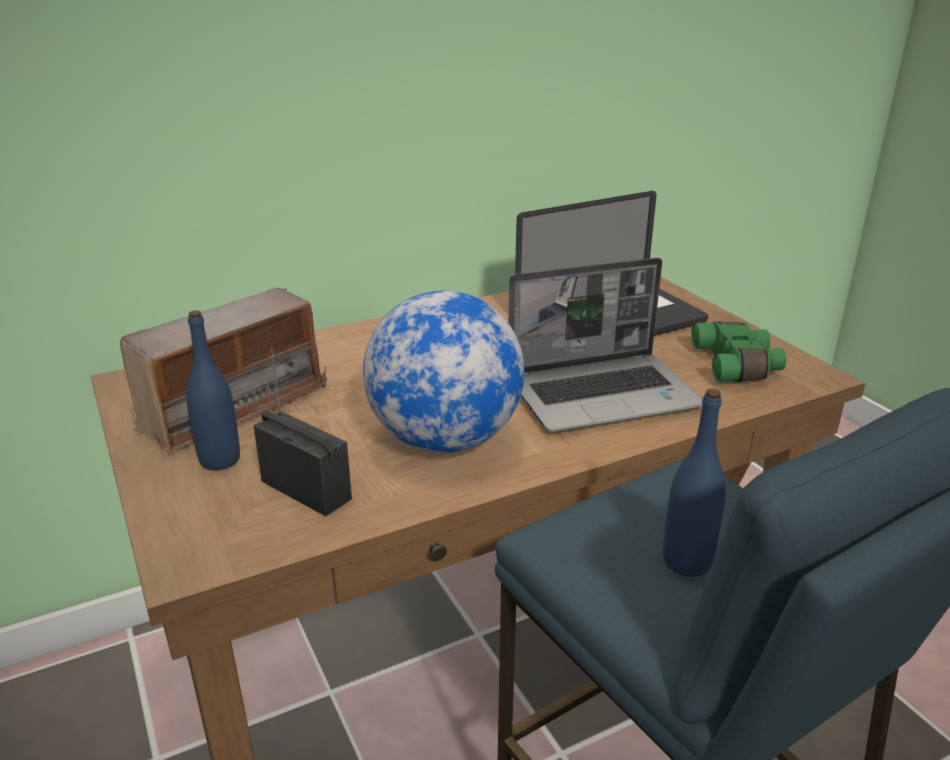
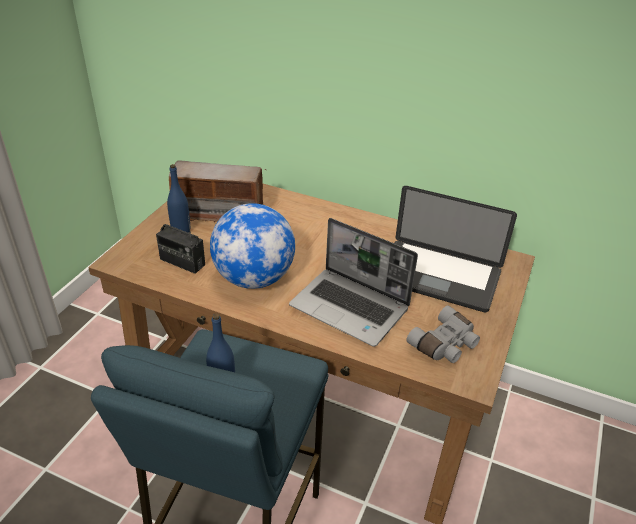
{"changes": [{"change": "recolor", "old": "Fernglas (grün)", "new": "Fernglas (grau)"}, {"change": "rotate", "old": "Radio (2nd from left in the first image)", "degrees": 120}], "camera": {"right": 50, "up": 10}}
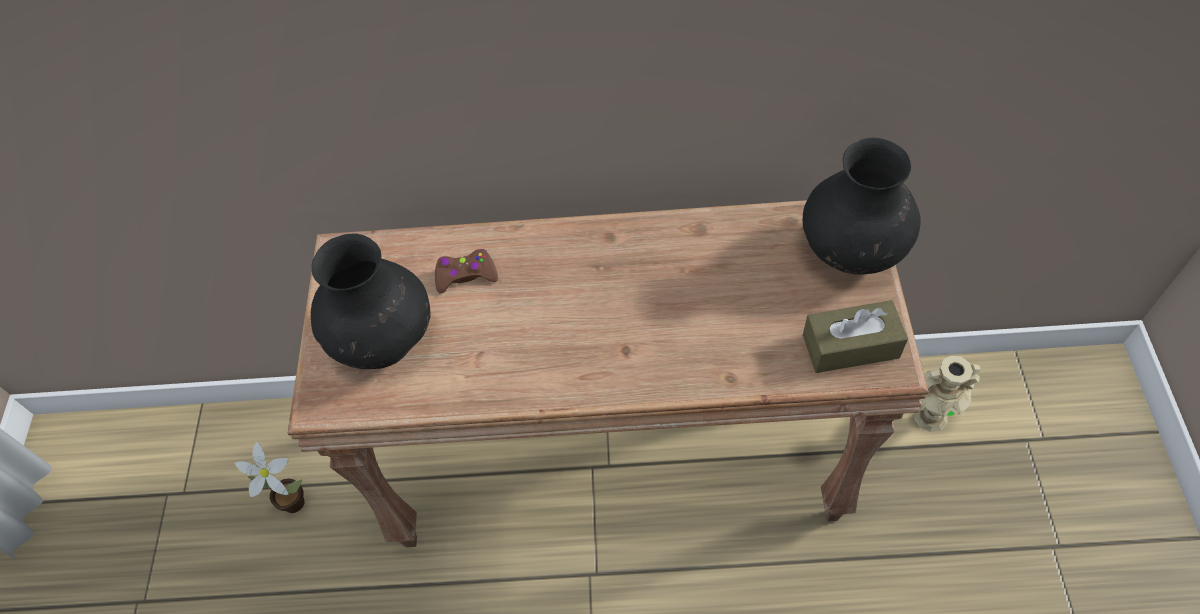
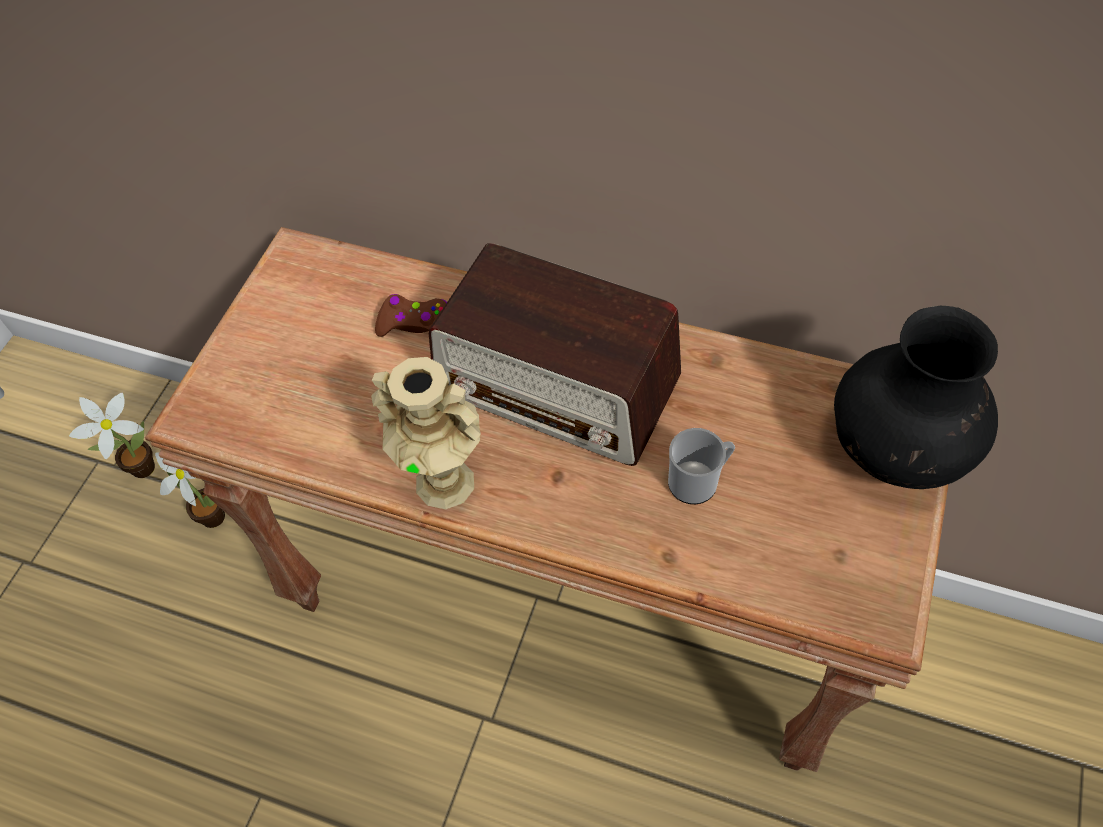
{"changes": [{"change": "delete", "old": "Vase (schwarz) (1st from left)"}, {"change": "delete", "old": "Taschentuchbox (braun)"}, {"change": "insert", "new": "Topfpflanze (1st from left)"}, {"change": "insert", "new": "Radio"}, {"change": "insert", "new": "Henkelbecher"}, {"change": "move", "old": "Vase (beige)"}], "camera": {"right": 20, "up": 0}}
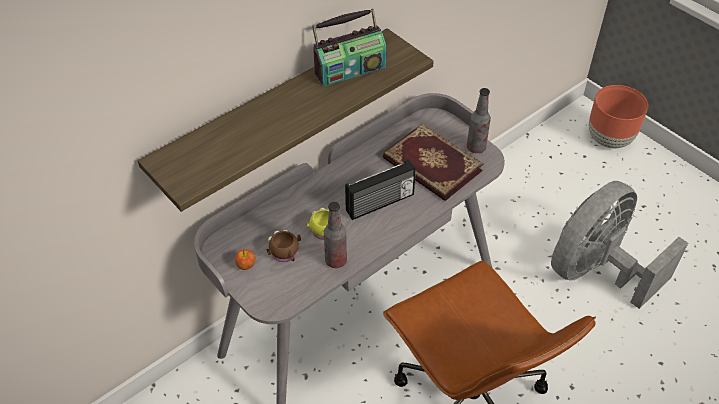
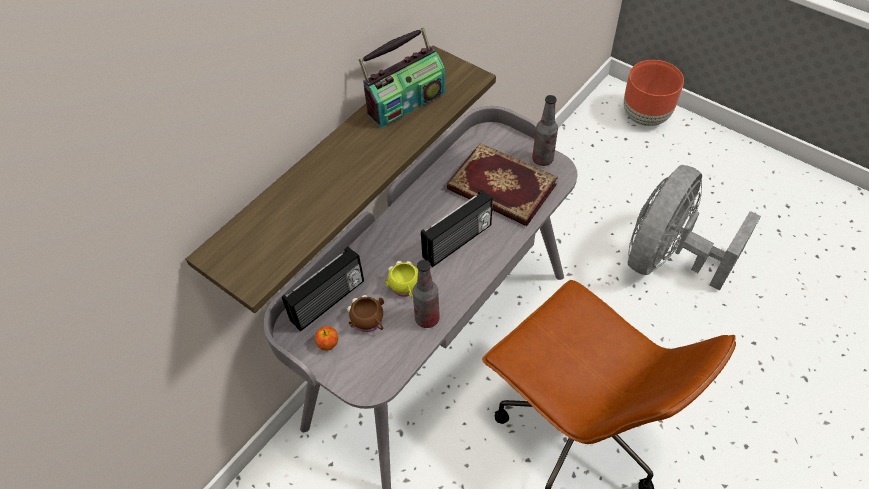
{"changes": [{"change": "insert", "new": "Radio (1st from left)"}], "camera": {"right": -10, "up": 5}}
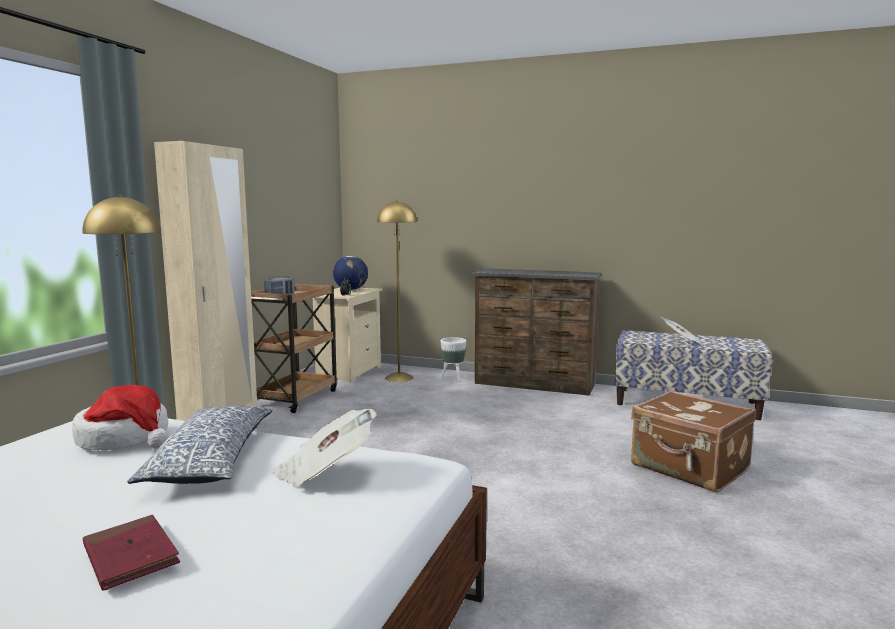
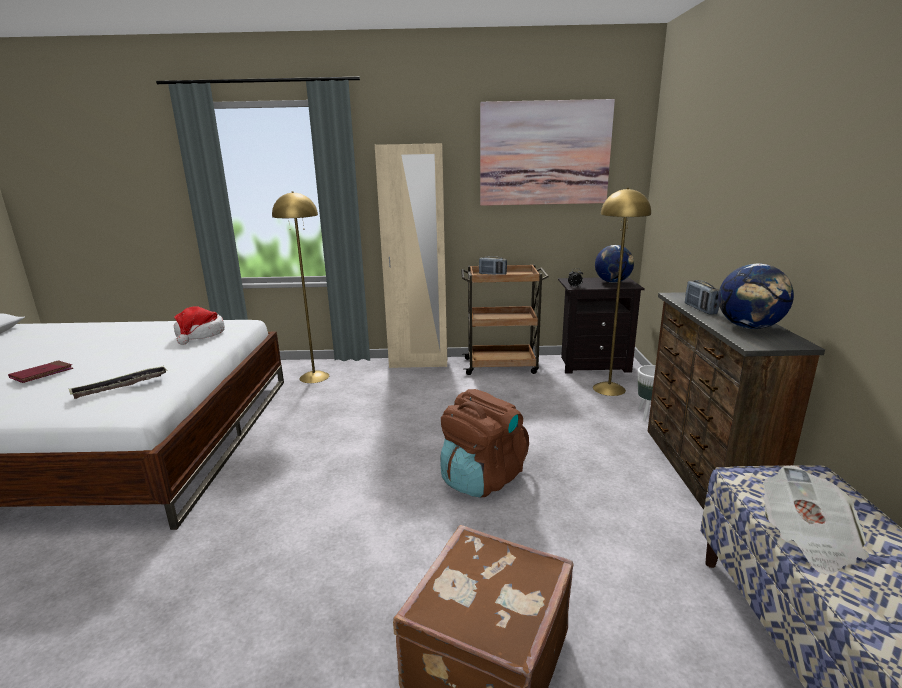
{"changes": [{"change": "delete", "old": "Kissen"}, {"change": "insert", "new": "Rucksack (braun)"}, {"change": "insert", "new": "Bild"}, {"change": "insert", "new": "Radio (2nd from left)"}, {"change": "insert", "new": "Globus (2nd from left)"}, {"change": "replace", "old": "Zeitung (1st from left)", "new": "Tablett"}, {"change": "recolor", "old": "Nachttisch (beige)", "new": "Nachttisch (schwarz)"}], "camera": {"right": 70, "up": 10}}
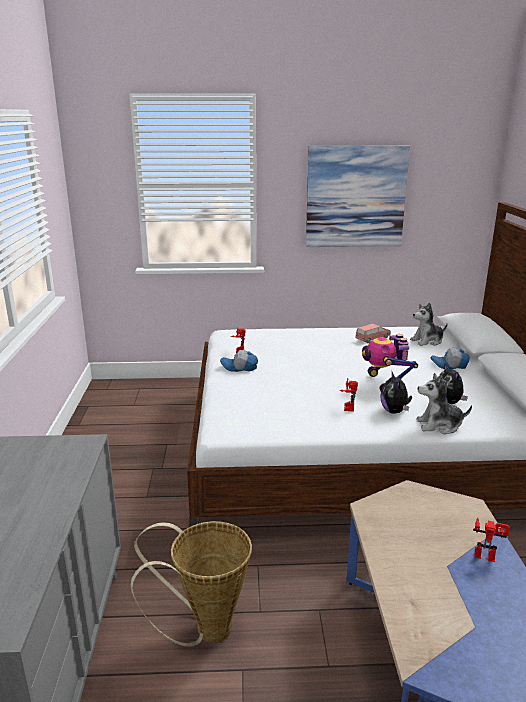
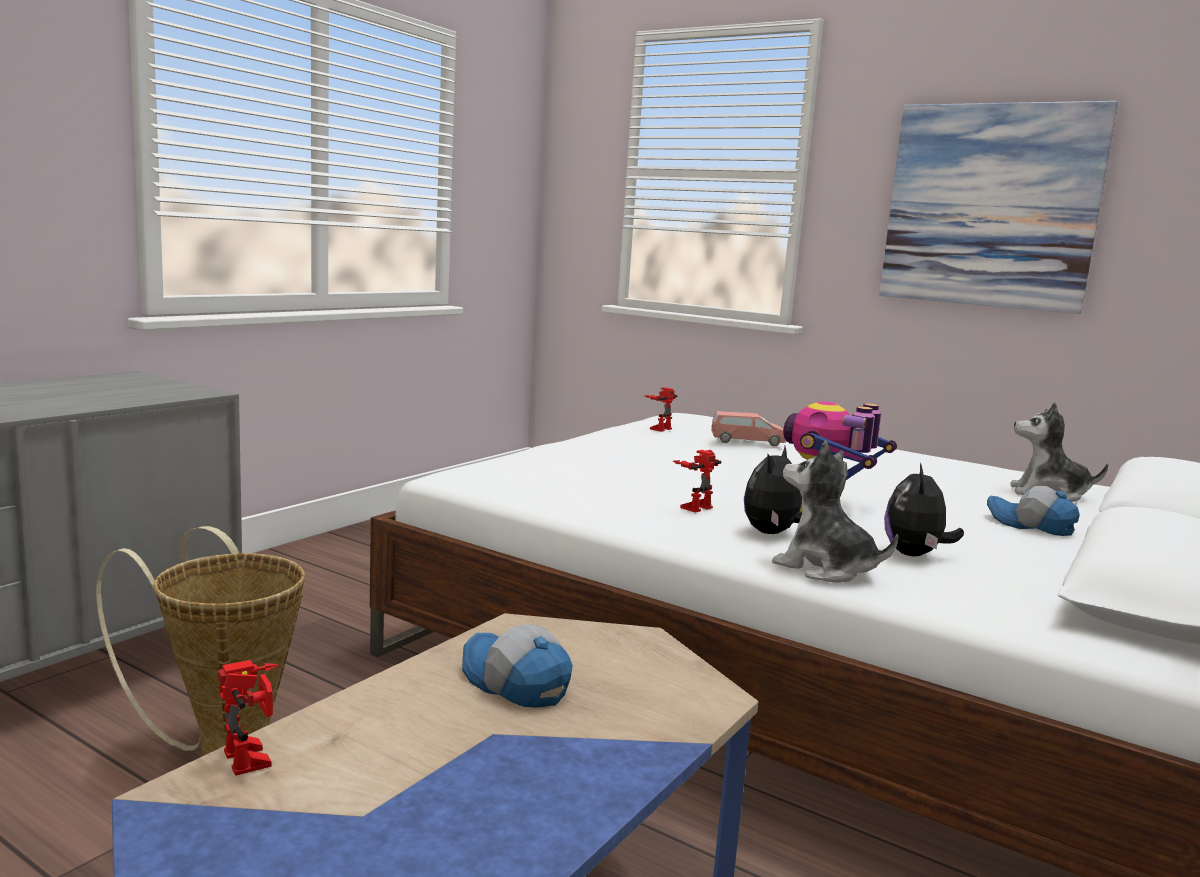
{"changes": [{"change": "move", "old": "Kappe (1st from left)"}, {"change": "move", "old": "Spielzeugauto (rosa)"}, {"change": "move", "old": "Spielzeugroboter (4th from left in the first image)", "new": "Spielzeugroboter (1st from left)"}], "camera": {"right": 35, "up": -10}}
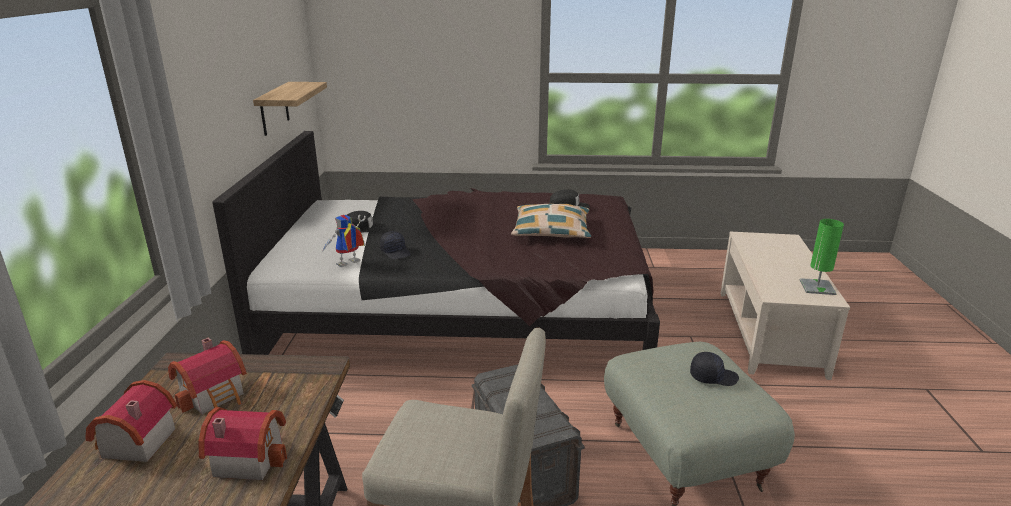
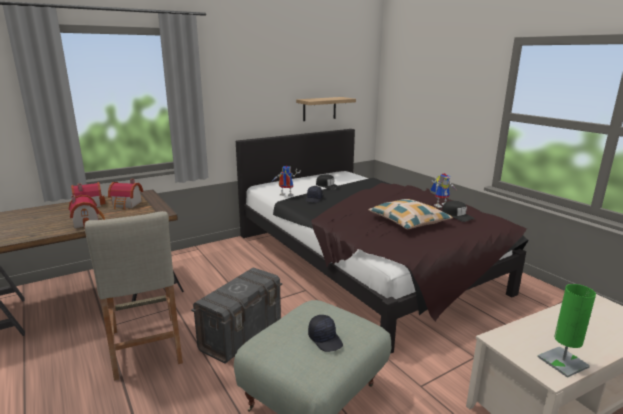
{"changes": [{"change": "insert", "new": "Spielzeugroboter (2nd from left)"}], "camera": {"right": 55, "up": -5}}
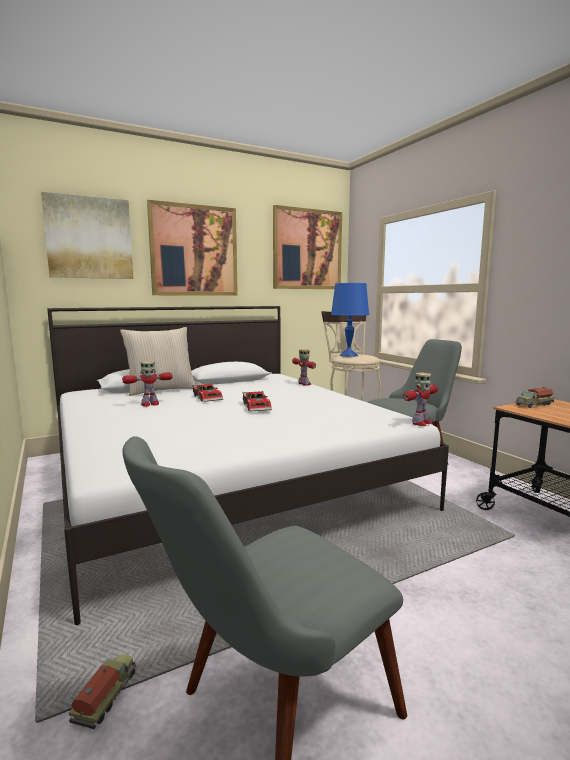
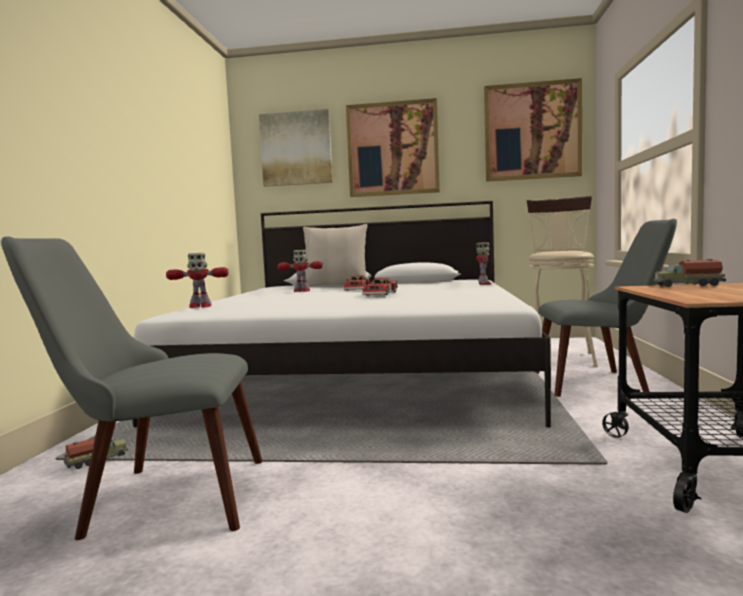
{"changes": [{"change": "delete", "old": "Tischlampe (blau)"}, {"change": "move", "old": "Spielzeugroboter (3rd from left in the first image)", "new": "Spielzeugroboter (1st from left)"}], "camera": {"right": 35, "up": -5}}
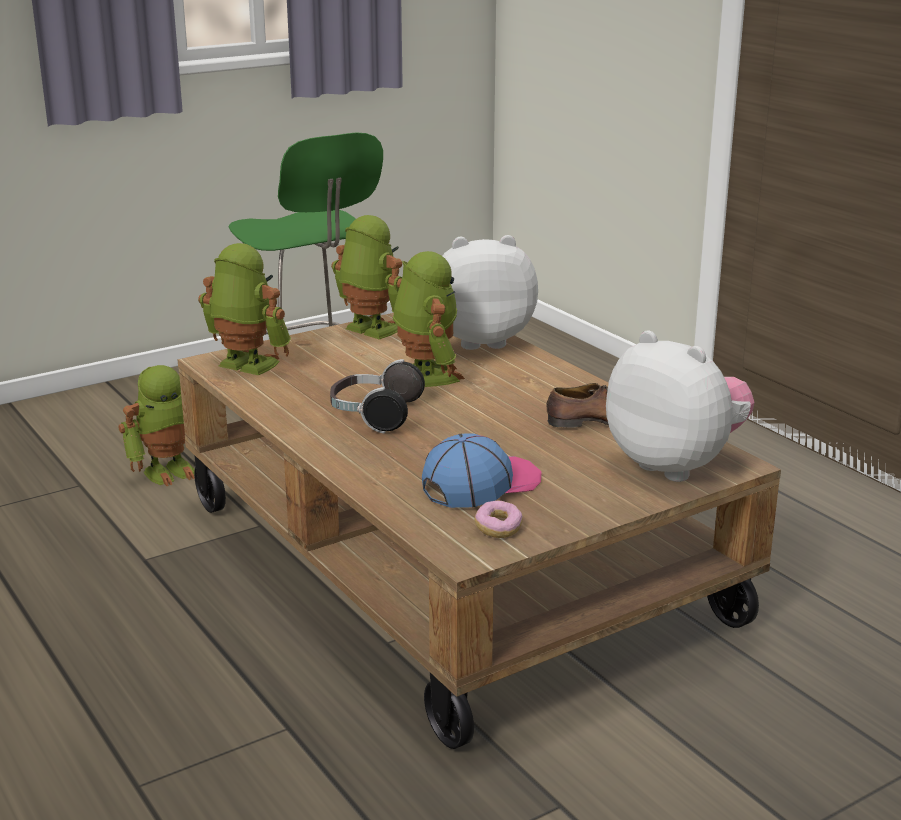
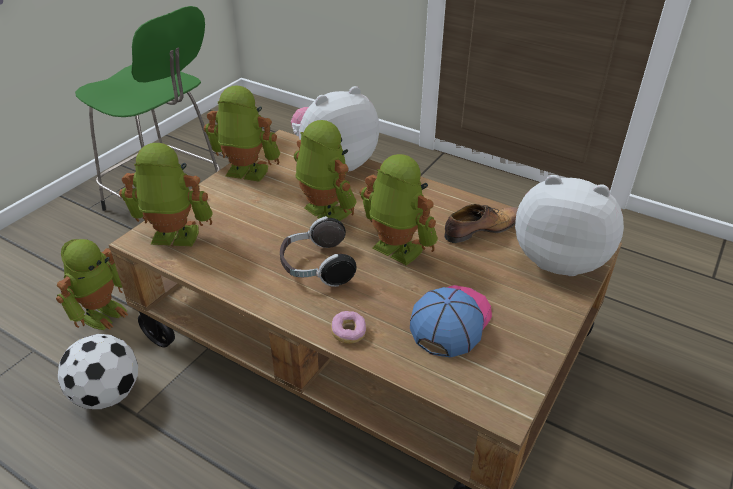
{"changes": [{"change": "insert", "new": "Fußball"}, {"change": "insert", "new": "Spielzeugroboter (5th from left)"}, {"change": "move", "old": "Donut"}], "camera": {"right": -25, "up": 15}}
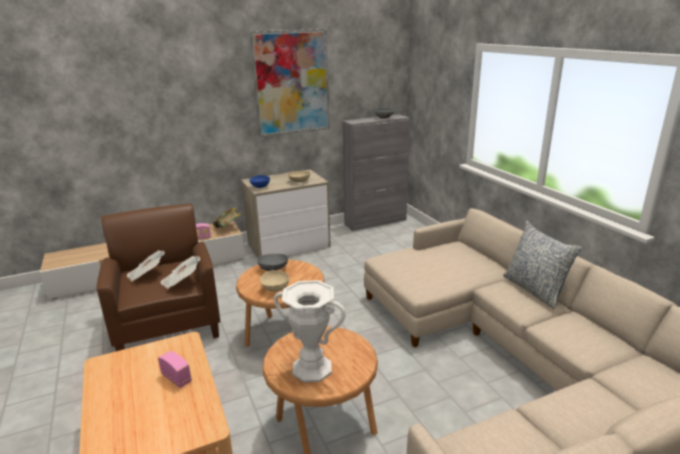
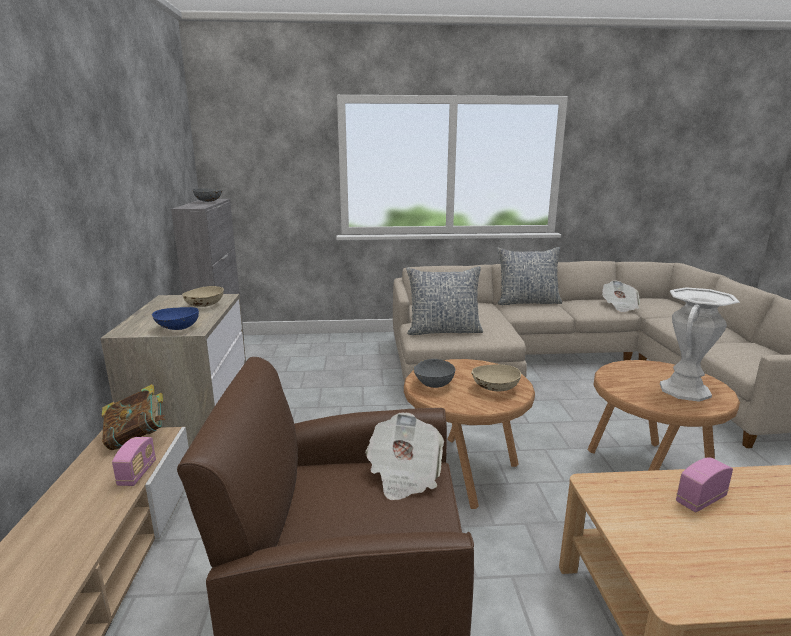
{"changes": [{"change": "delete", "old": "Bild"}, {"change": "insert", "new": "Kissen (1st from left)"}, {"change": "move", "old": "Zeitung (1st from left in the first image)", "new": "Zeitung (2nd from left)"}], "camera": {"right": -70, "up": -5}}
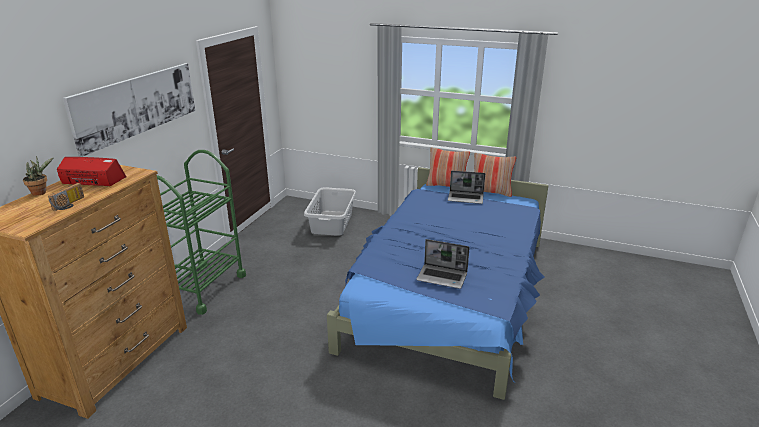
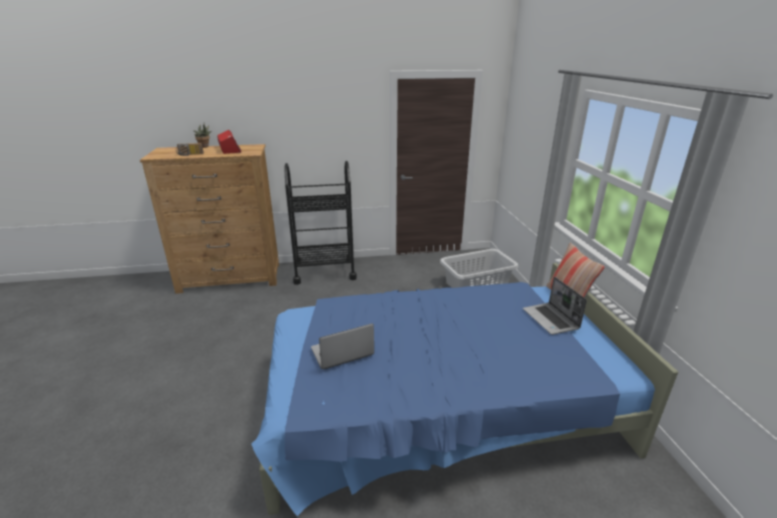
{"changes": [{"change": "delete", "old": "Bild"}, {"change": "delete", "old": "Kissen (2nd from left)"}, {"change": "recolor", "old": "Rollwagen (grün)", "new": "Rollwagen (schwarz)"}, {"change": "rotate", "old": "Laptop (1st from left)", "degrees": 75}], "camera": {"right": 60, "up": 0}}
